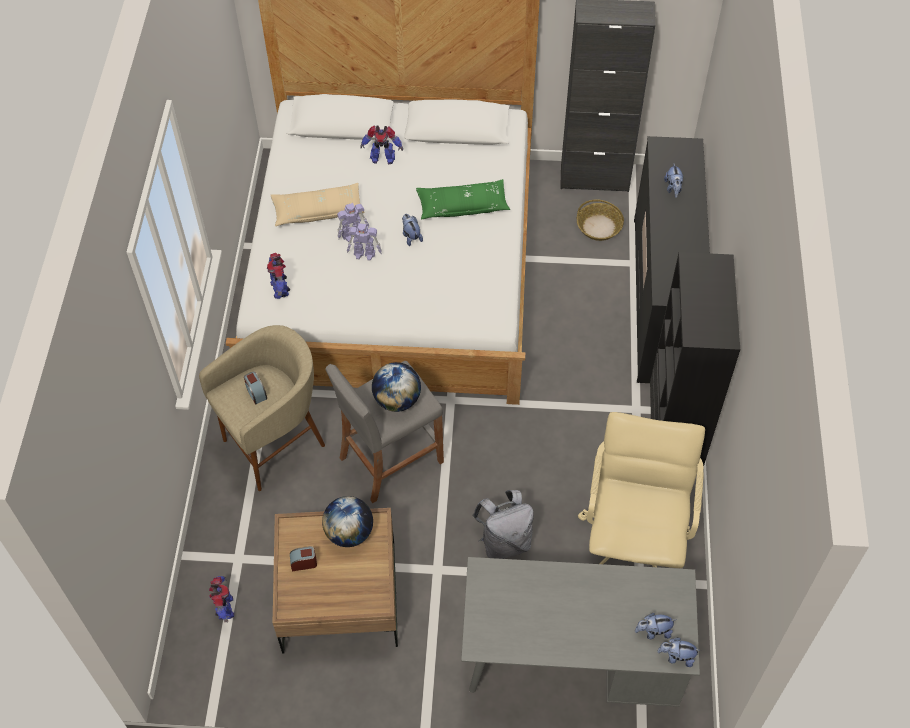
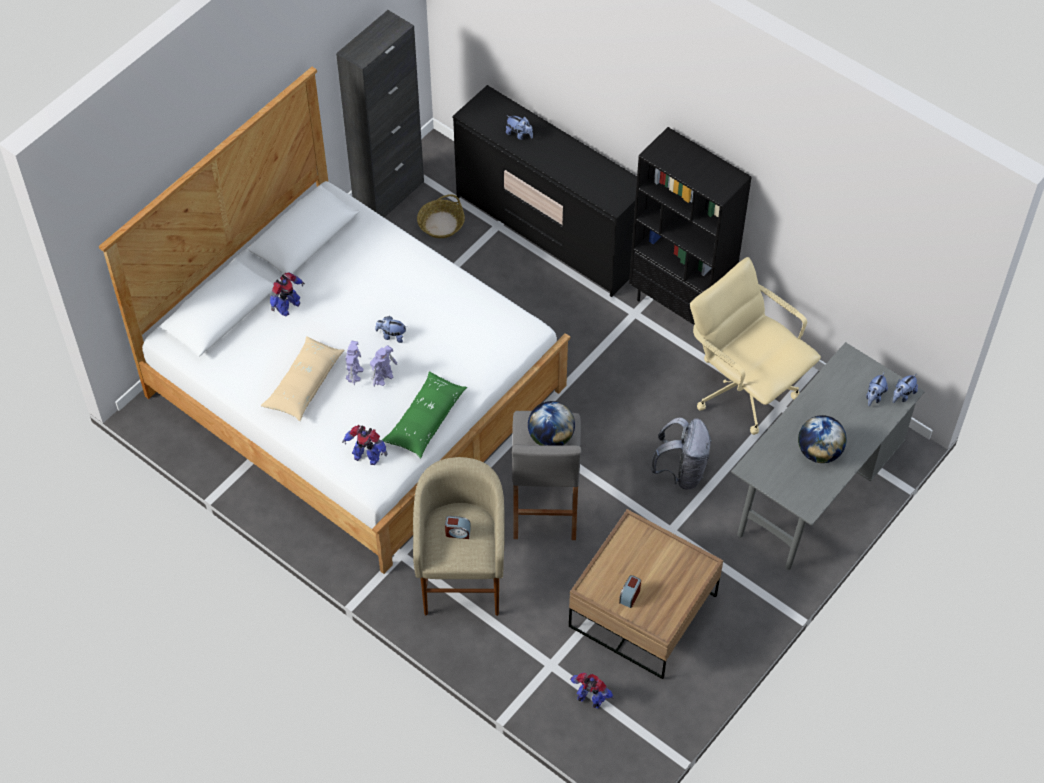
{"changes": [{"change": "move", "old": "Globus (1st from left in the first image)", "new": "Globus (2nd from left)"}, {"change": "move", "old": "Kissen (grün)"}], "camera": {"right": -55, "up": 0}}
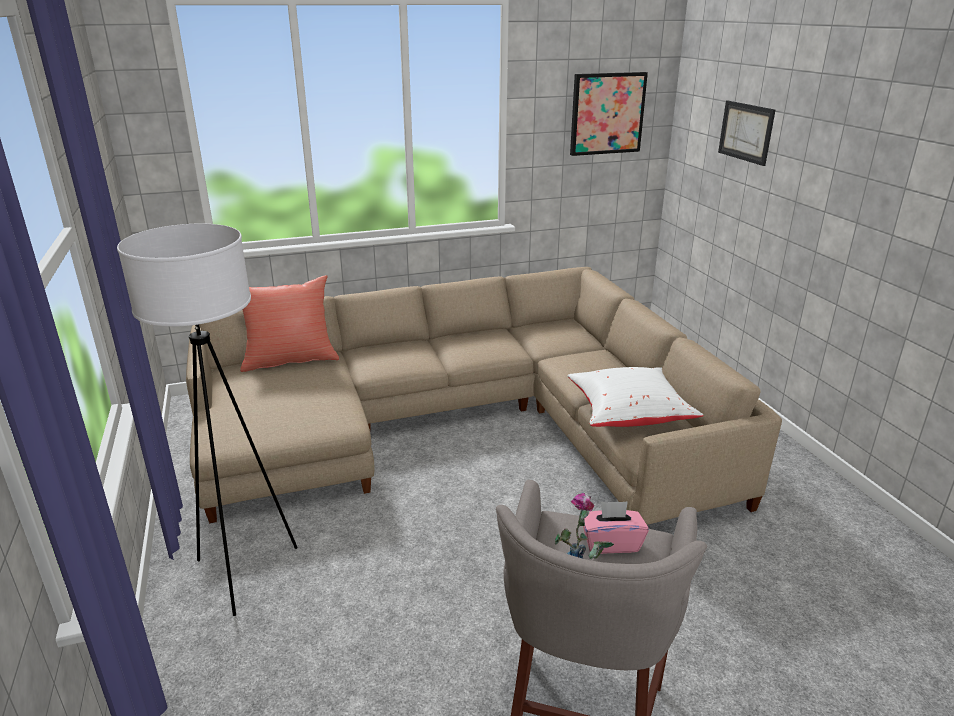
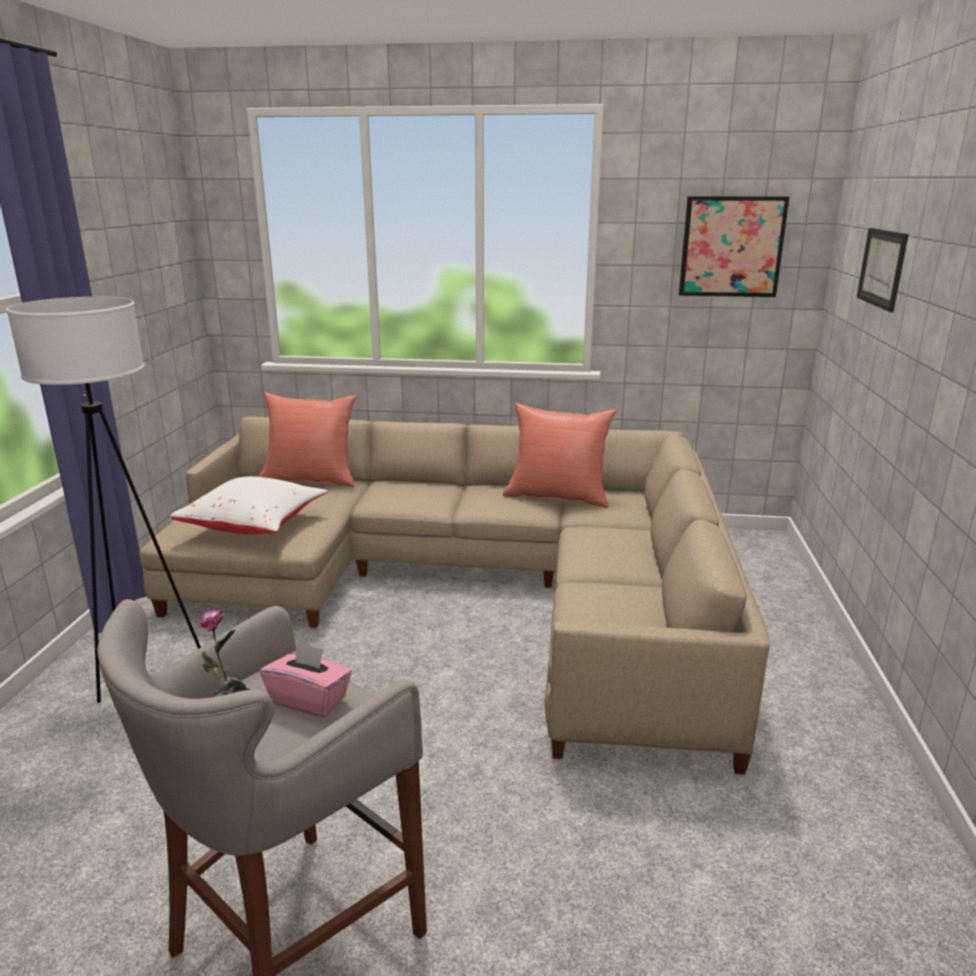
{"changes": [{"change": "insert", "new": "Kissen (rot) (2nd from left)"}, {"change": "move", "old": "Kissen (weiß)"}], "camera": {"right": 25, "up": -5}}
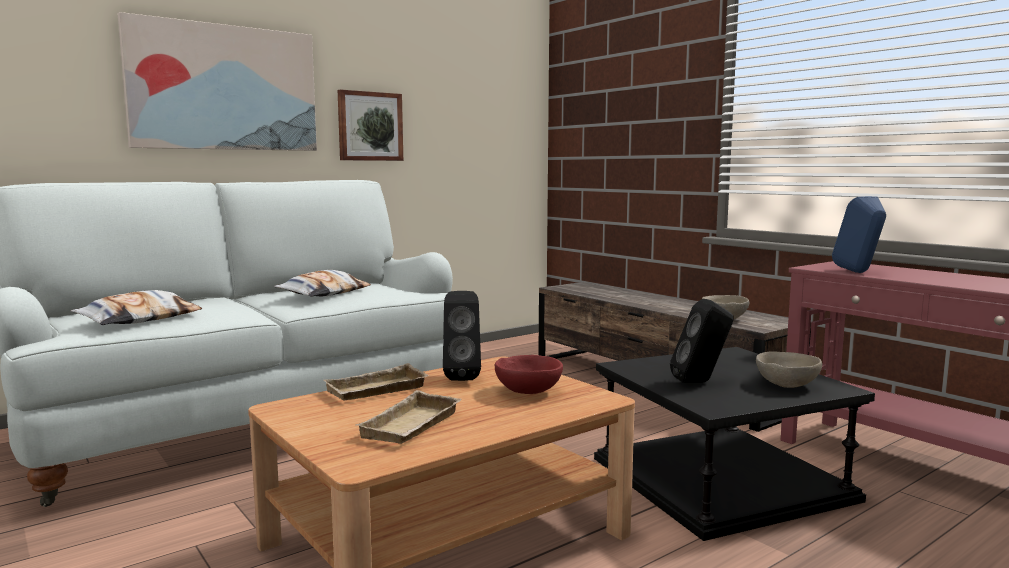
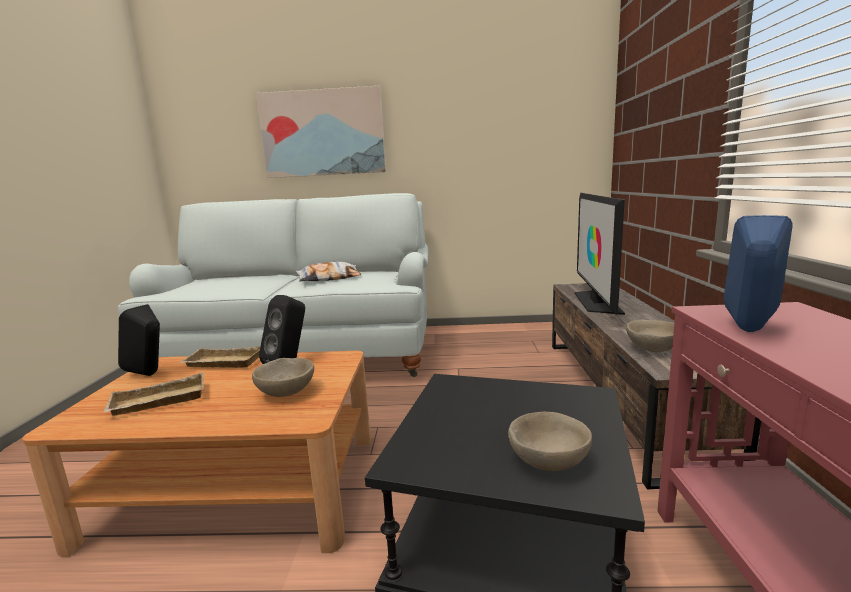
{"changes": [{"change": "delete", "old": "Kissen (1st from left)"}, {"change": "delete", "old": "Bild (2nd from left)"}, {"change": "insert", "new": "Fernseher"}, {"change": "move", "old": "Lautsprecher (schwarz) (2nd from left in the first image)", "new": "Lautsprecher (schwarz) (1st from left)"}, {"change": "recolor", "old": "Schüssel (rot)", "new": "Schüssel (beige) (1st from left)"}], "camera": {"right": 40, "up": 5}}
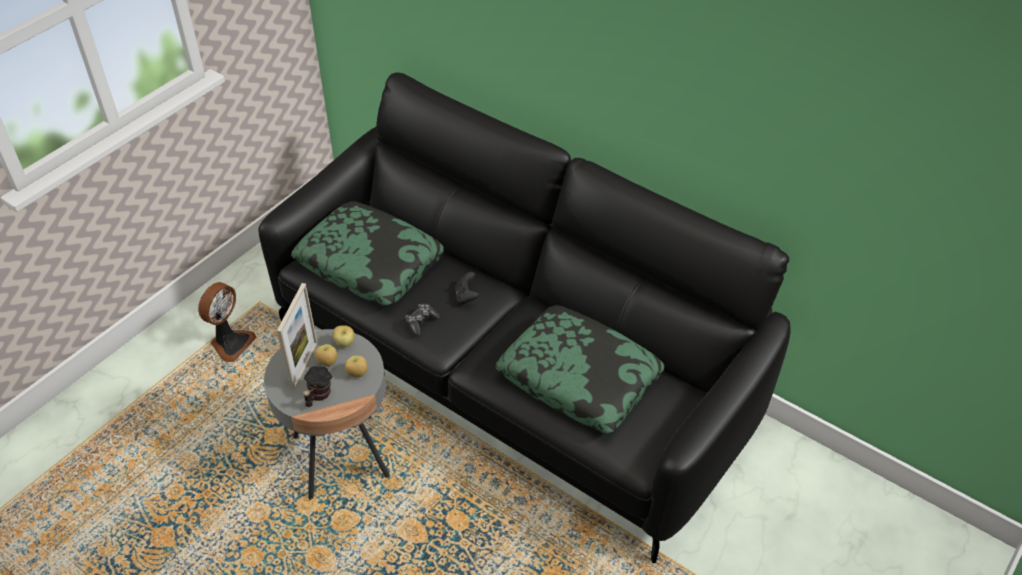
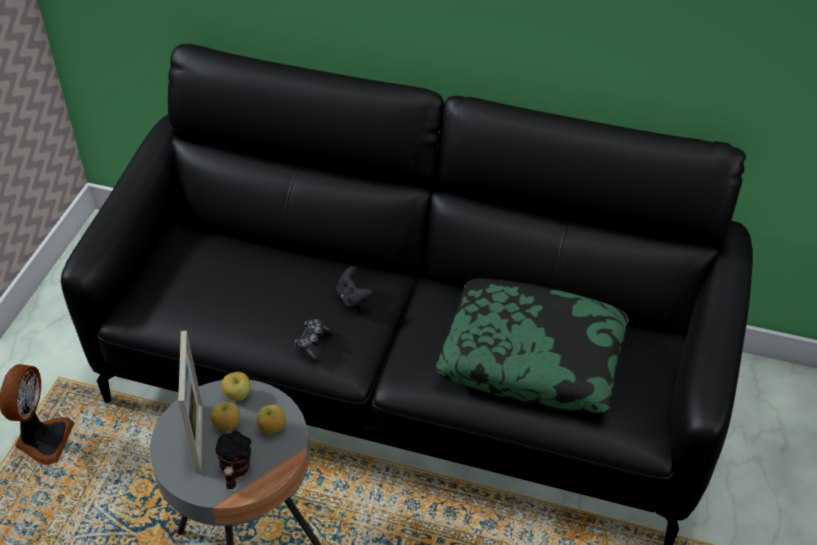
{"changes": [{"change": "delete", "old": "Kissen (1st from left)"}], "camera": {"right": -20, "up": 0}}
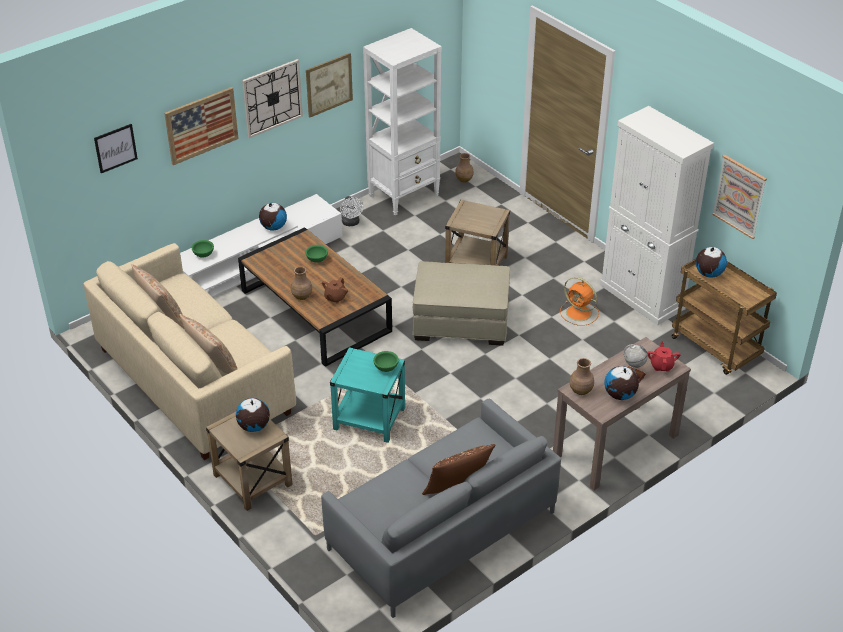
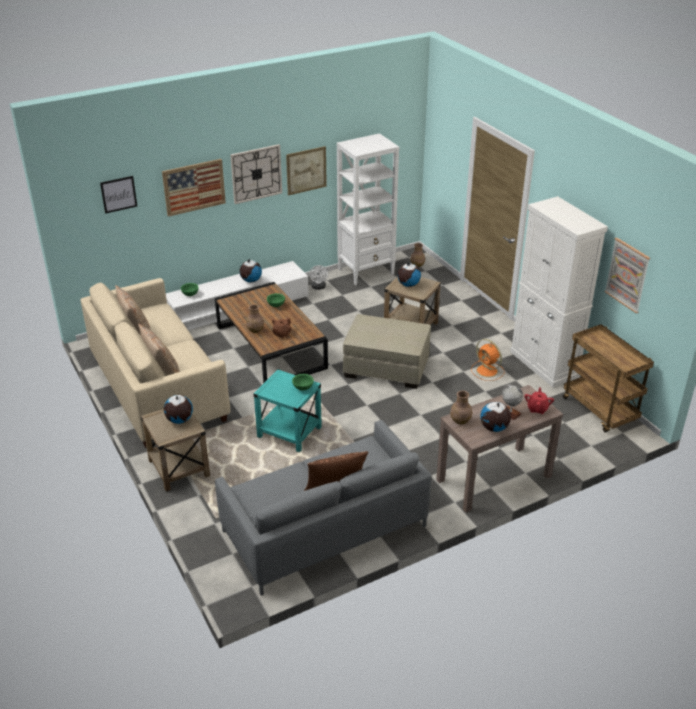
{"changes": [{"change": "move", "old": "Globus (5th from left in the first image)", "new": "Globus (3rd from left)"}], "camera": {"right": 10, "up": -5}}
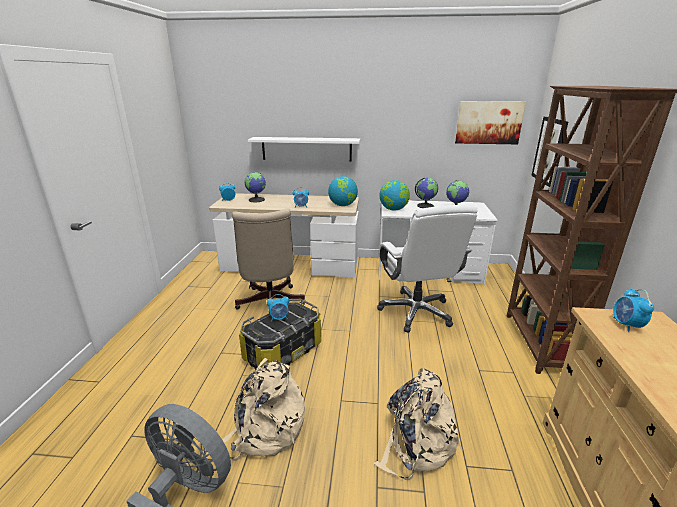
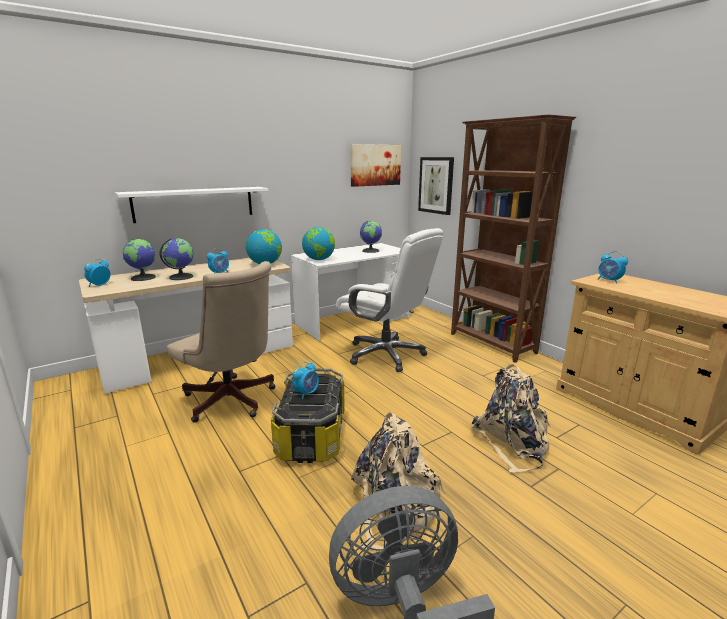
{"changes": [{"change": "move", "old": "Globus (4th from left in the first image)", "new": "Globus (2nd from left)"}], "camera": {"right": -40, "up": -5}}
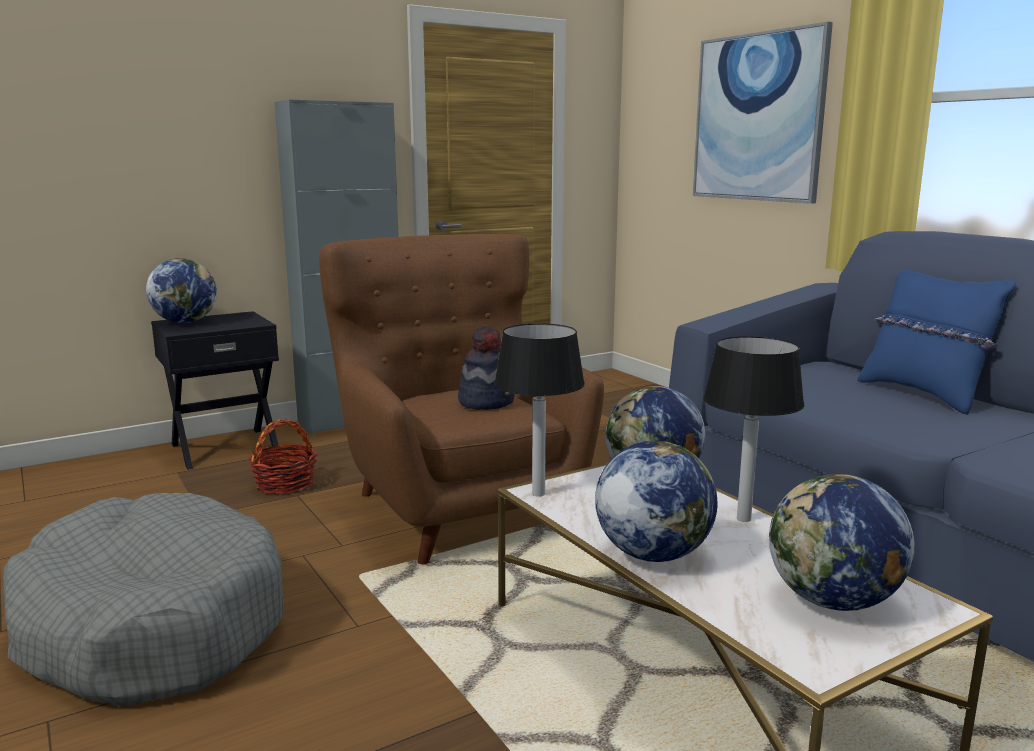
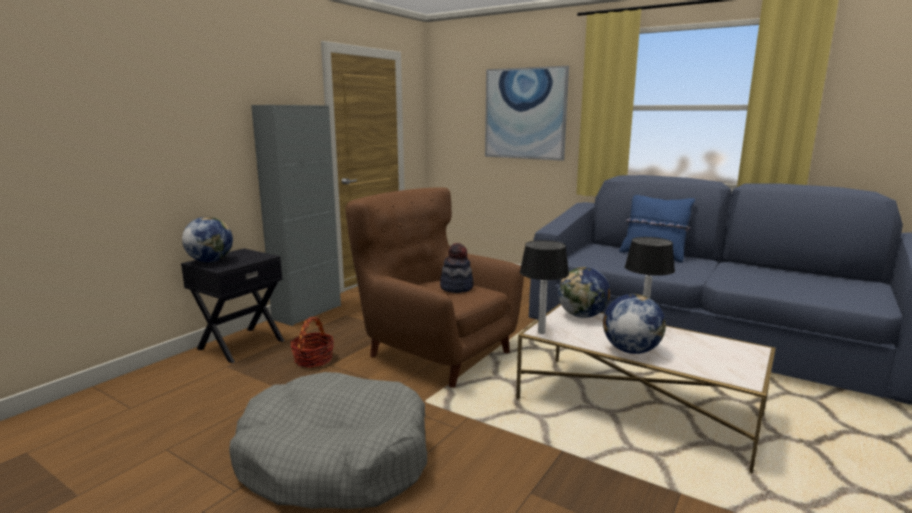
{"changes": [{"change": "delete", "old": "Globus (4th from left)"}], "camera": {"right": -25, "up": 0}}
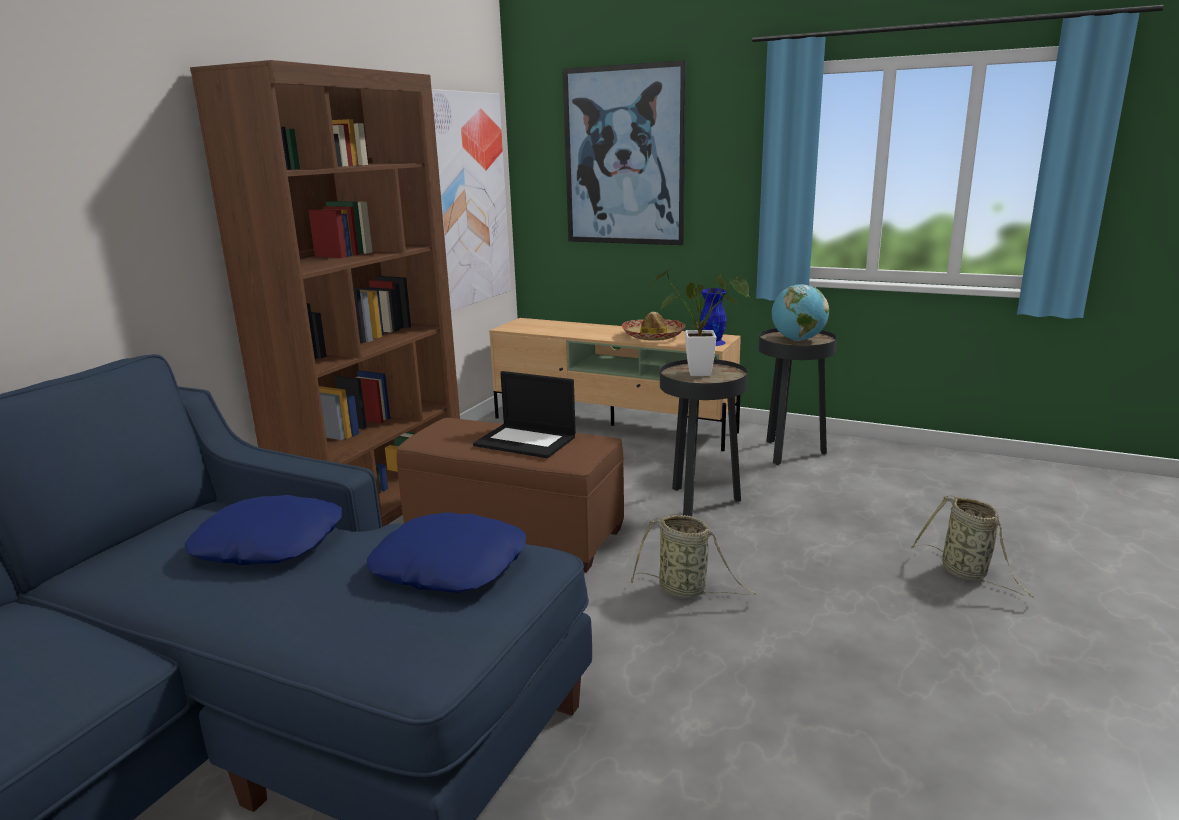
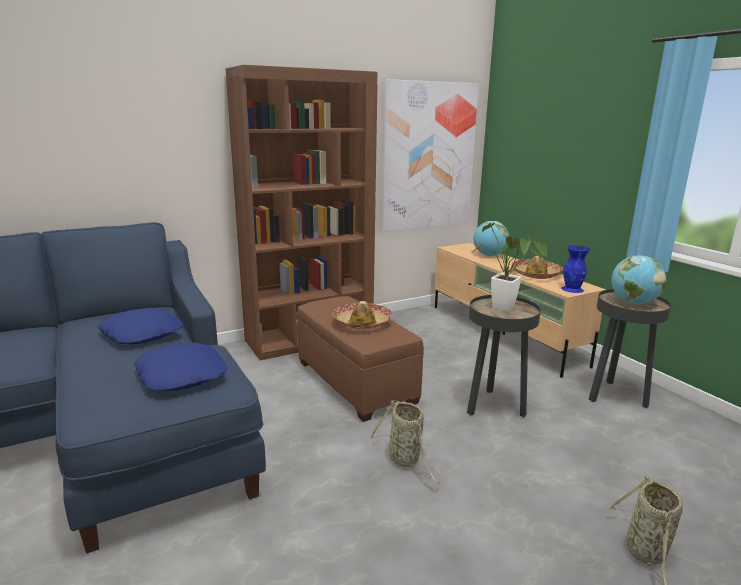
{"changes": [{"change": "delete", "old": "Bild (2nd from left)"}, {"change": "insert", "new": "Globus (1st from left)"}, {"change": "replace", "old": "Laptop", "new": "Hut (1st from left)"}], "camera": {"right": 35, "up": 0}}
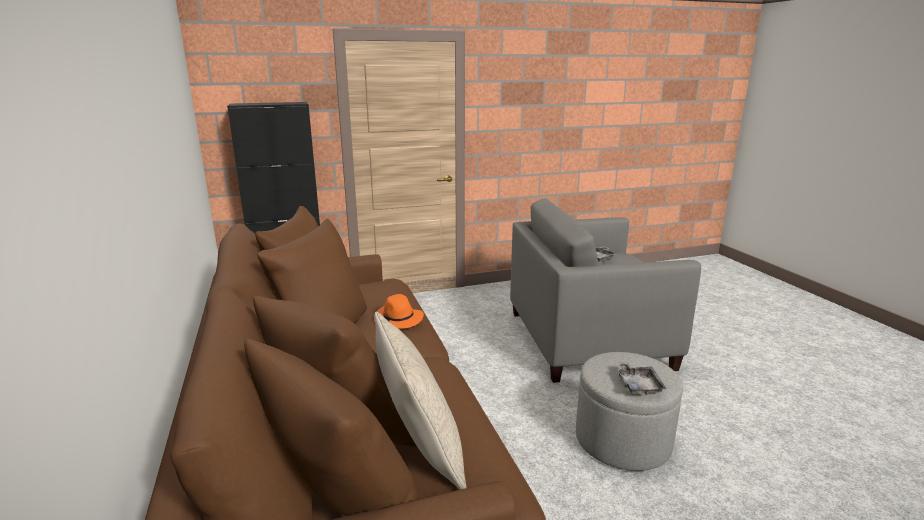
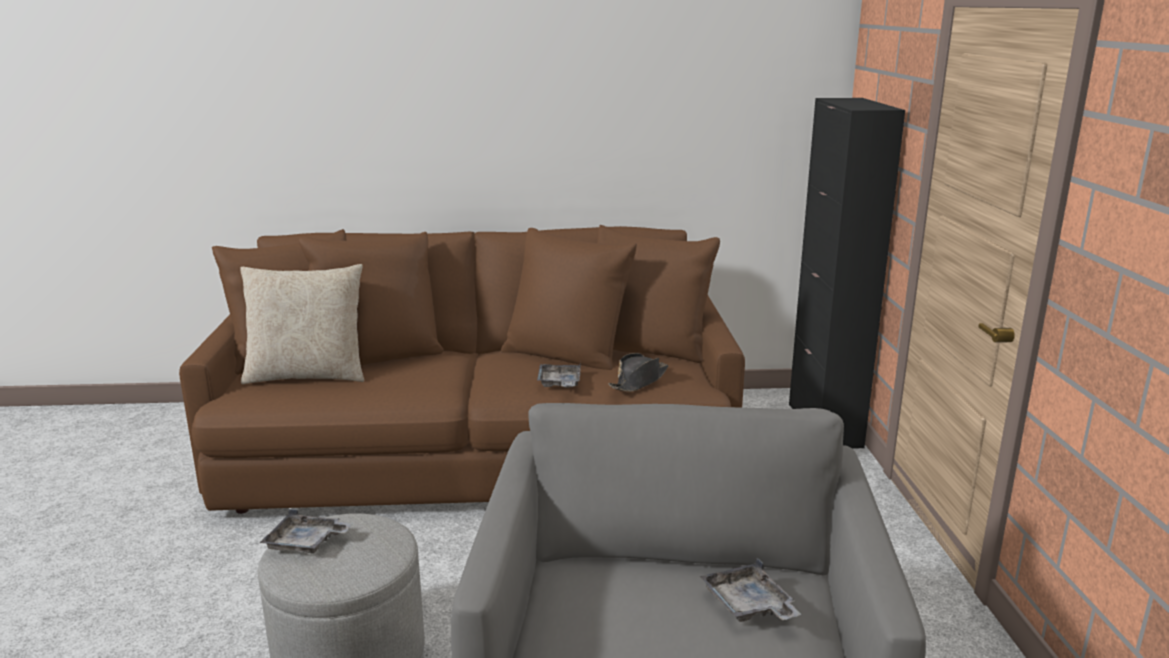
{"changes": [{"change": "insert", "new": "Hut (schwarz)"}, {"change": "replace", "old": "Hut (orange)", "new": "Tablett (grau) (2nd from left)"}], "camera": {"right": 105, "up": 0}}
